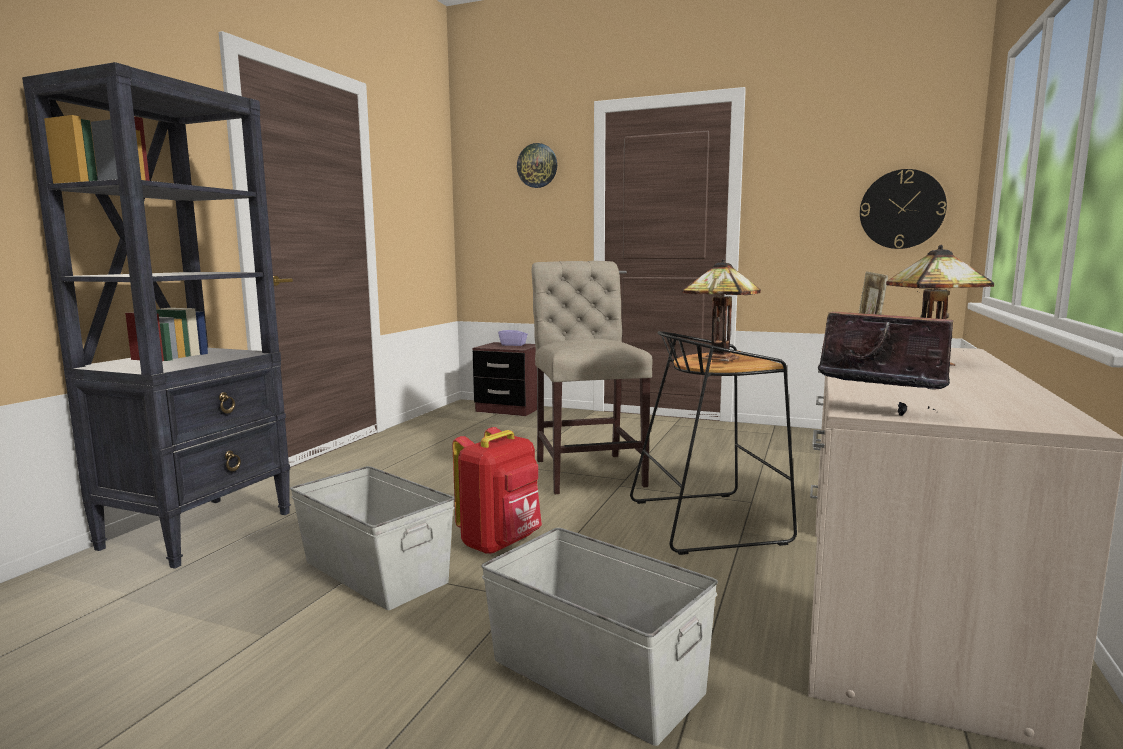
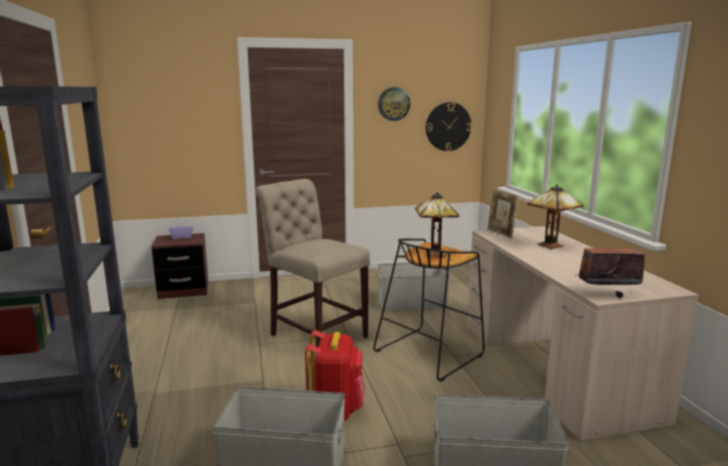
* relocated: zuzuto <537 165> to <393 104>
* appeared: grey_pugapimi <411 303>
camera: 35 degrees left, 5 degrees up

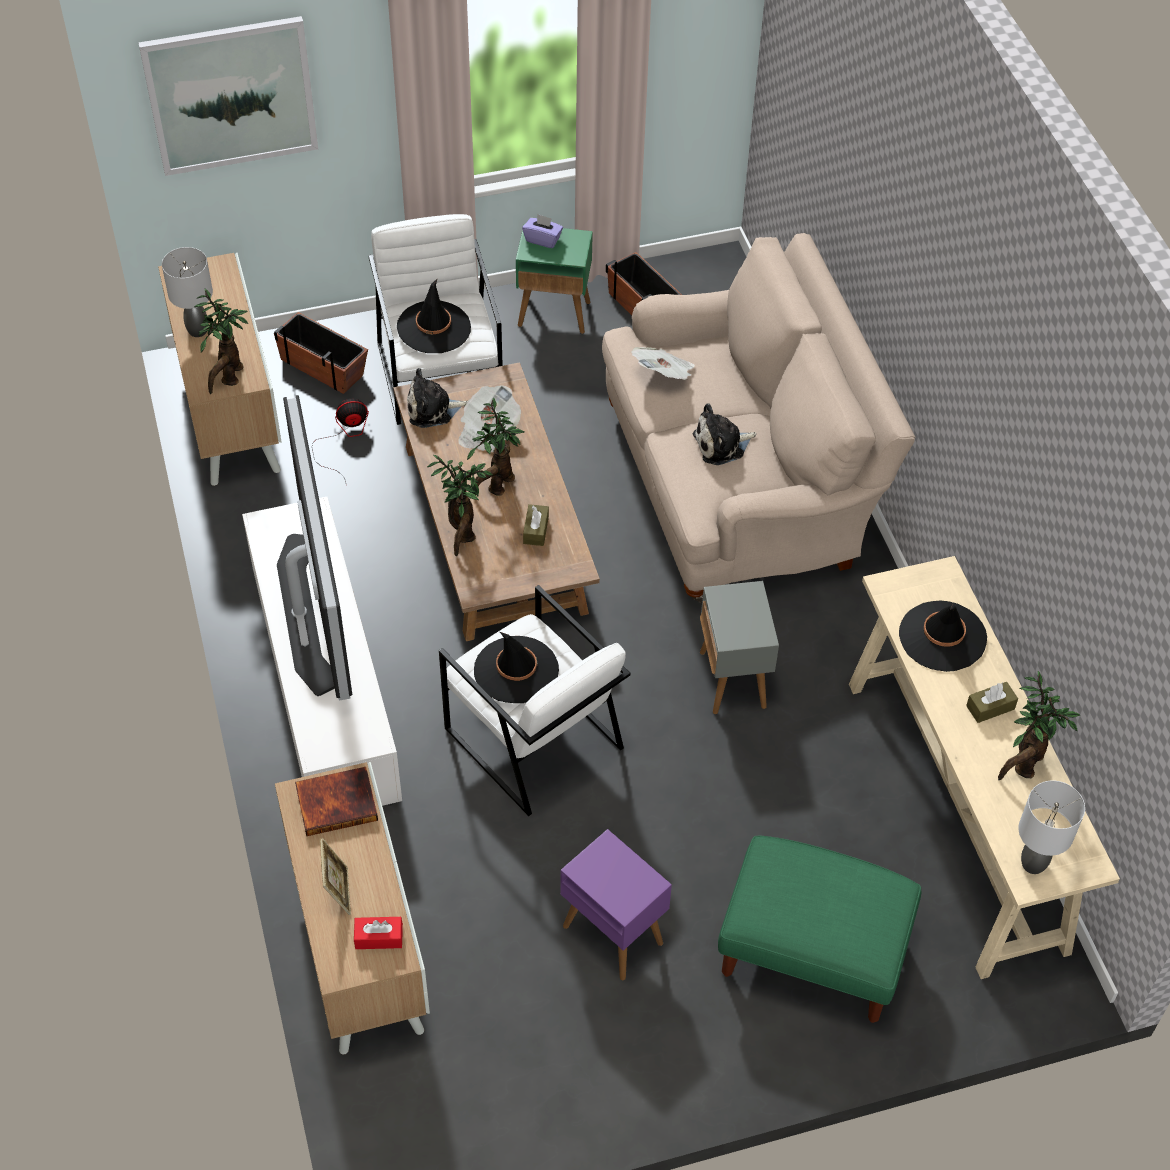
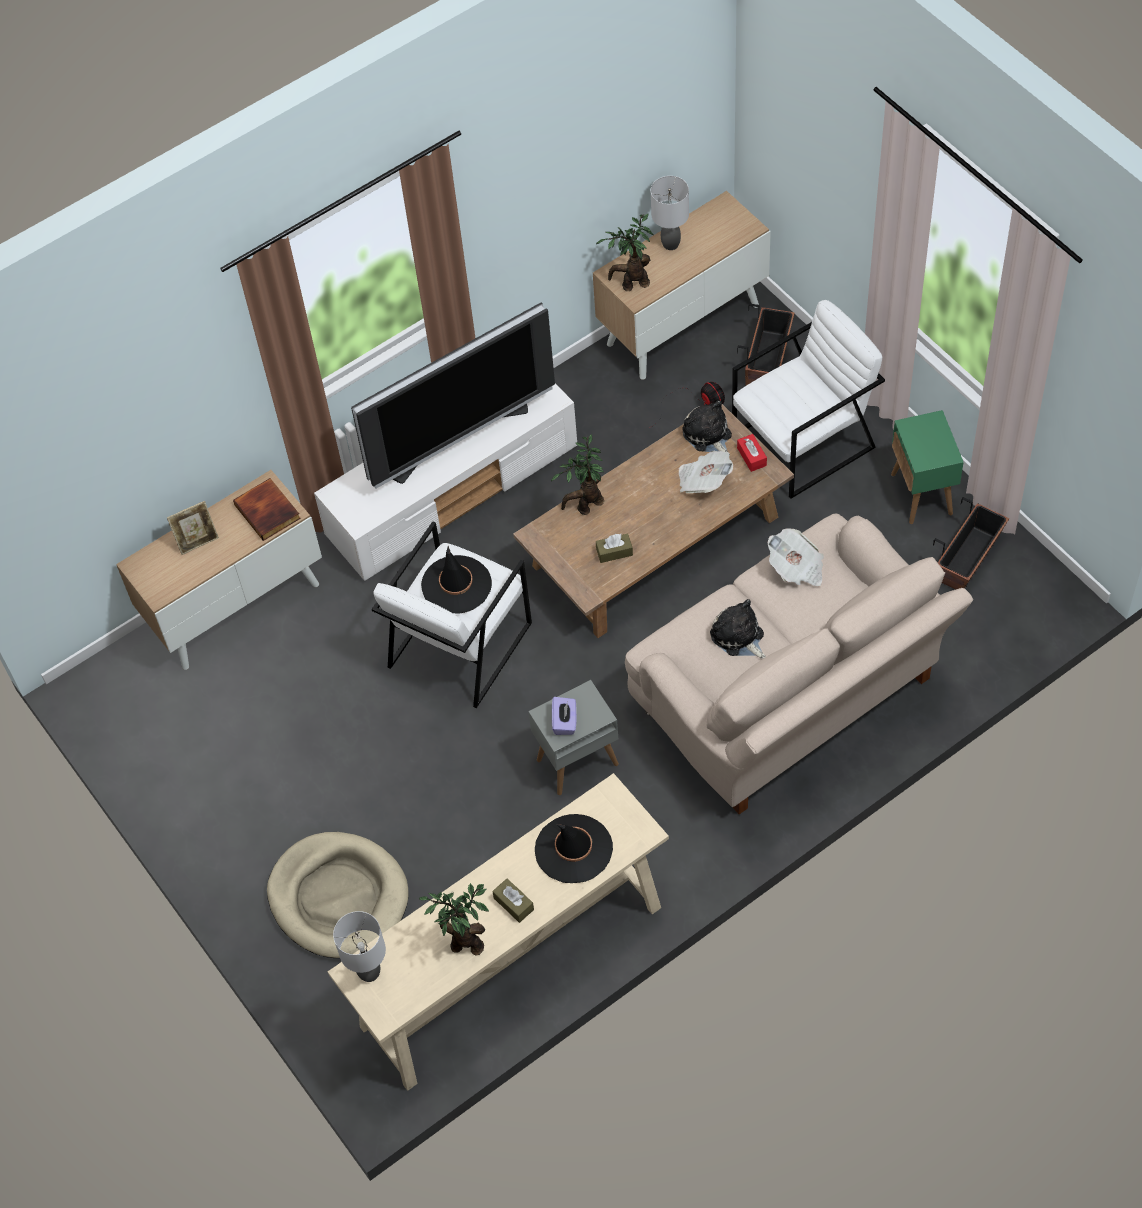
* missing: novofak <231 95>
* relocated: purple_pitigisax <543 239> to <565 722>
* missing: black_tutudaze <434 327>
* missing: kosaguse <497 486>
* missing: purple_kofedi <612 934>
* exchanged: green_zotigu <810 953> to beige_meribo <339 897>
* relocated: red_pitigisax <379 937> to <751 457>
camera: 75 degrees right, 5 degrees up

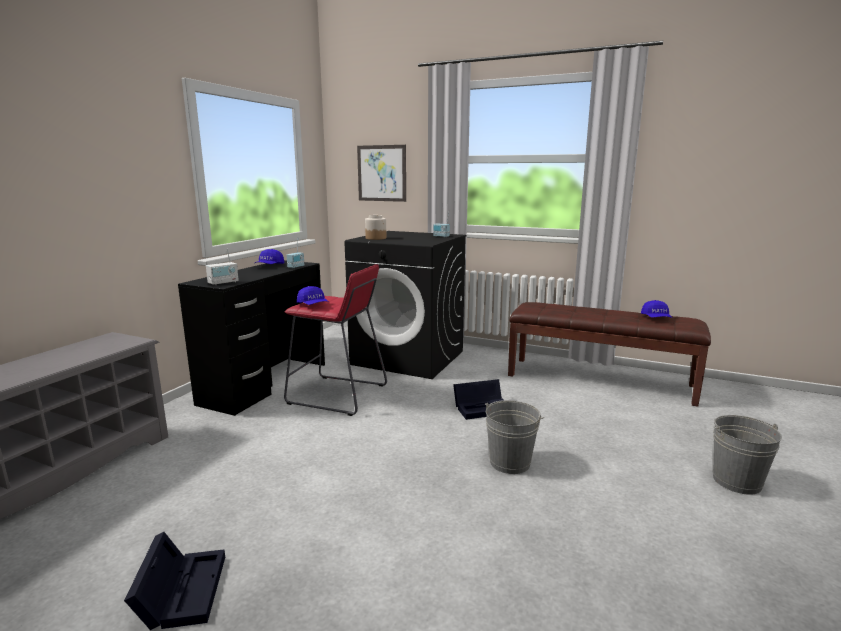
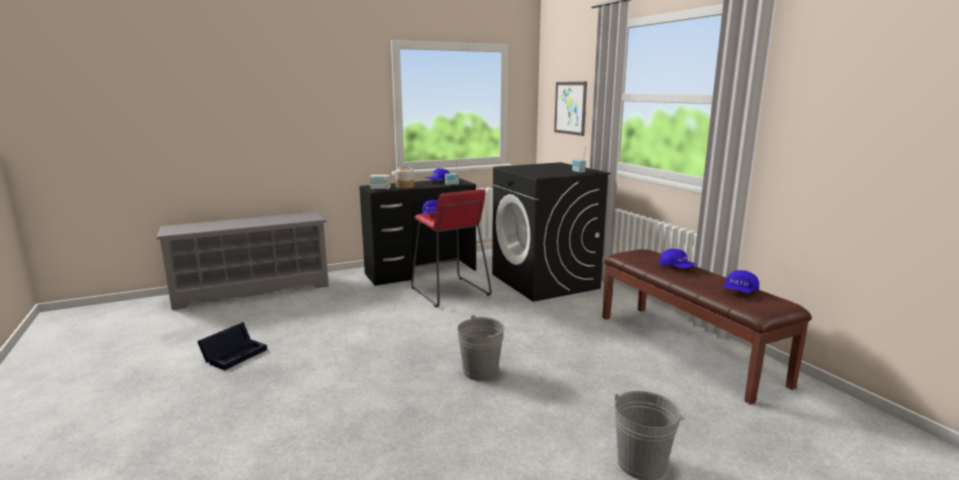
* relocated: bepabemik <376 238> to <405 187>
* missing: black_pugapimi <483 407>
* appeared: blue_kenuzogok <677 267>
camera: 40 degrees right, 0 degrees up

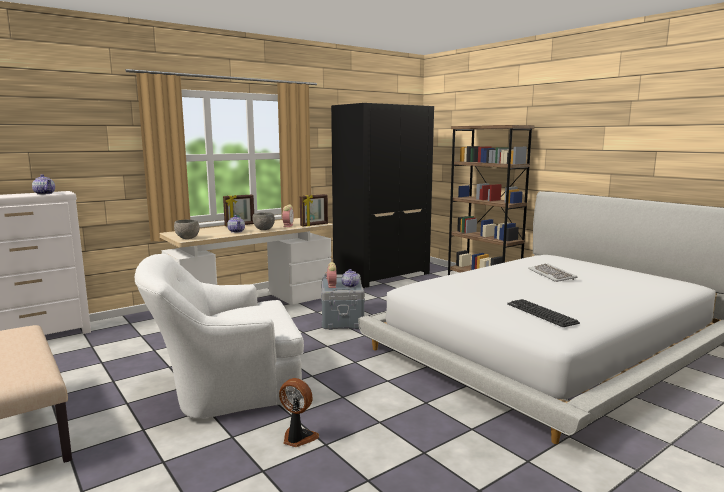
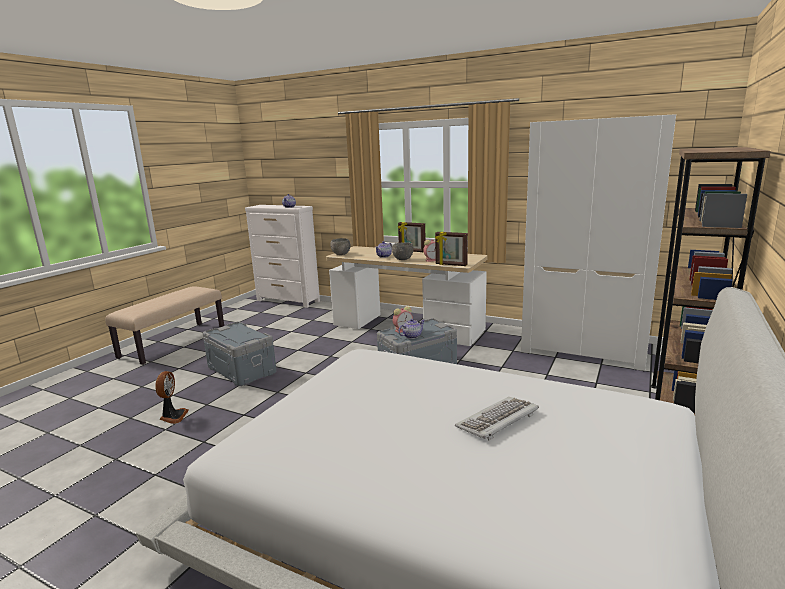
* colour: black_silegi <382 275> to white_silegi <585 348>
* exchanged: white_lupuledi <224 387> to grey_pugapimi <242 370>
* missing: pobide <541 313>
camera: 65 degrees right, 5 degrees up

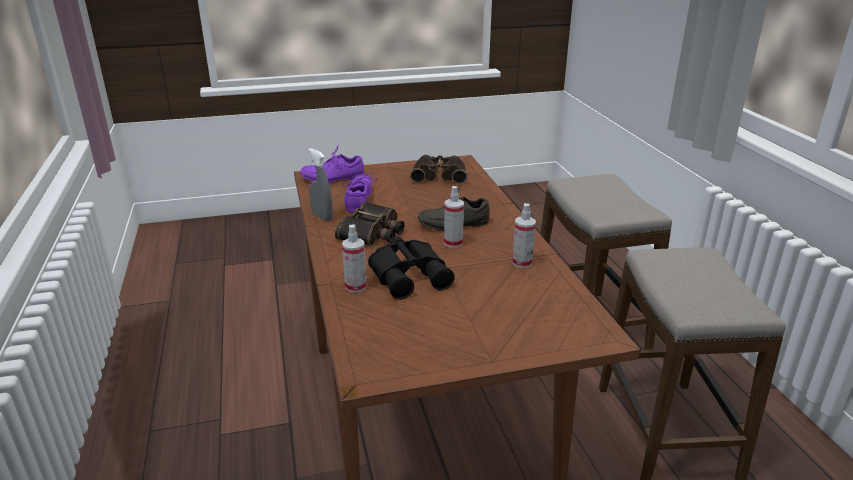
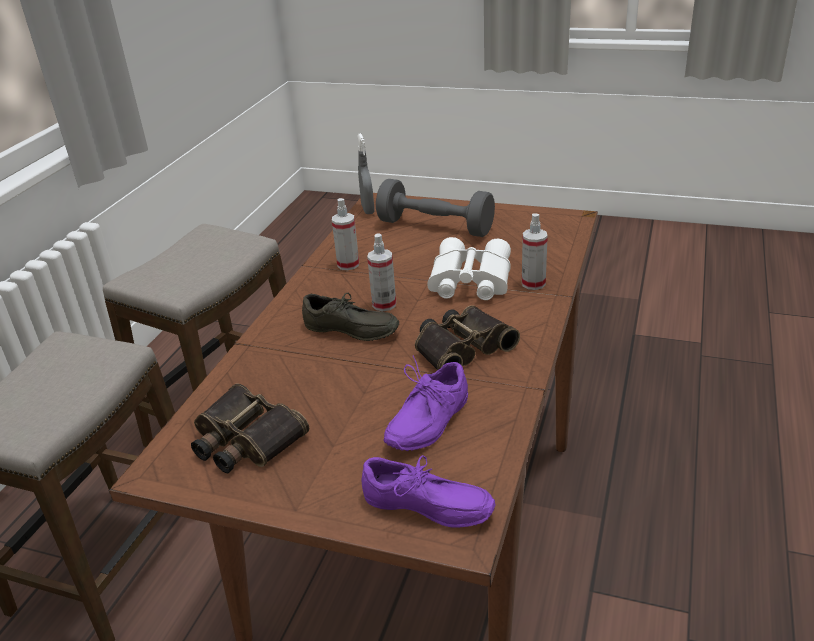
* relocated: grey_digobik <322 216> to <368 209>
* colour: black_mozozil <410 275> to white_mozozil <468 281>
* appeared: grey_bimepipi <435 227>
camera: 145 degrees left, 5 degrees up

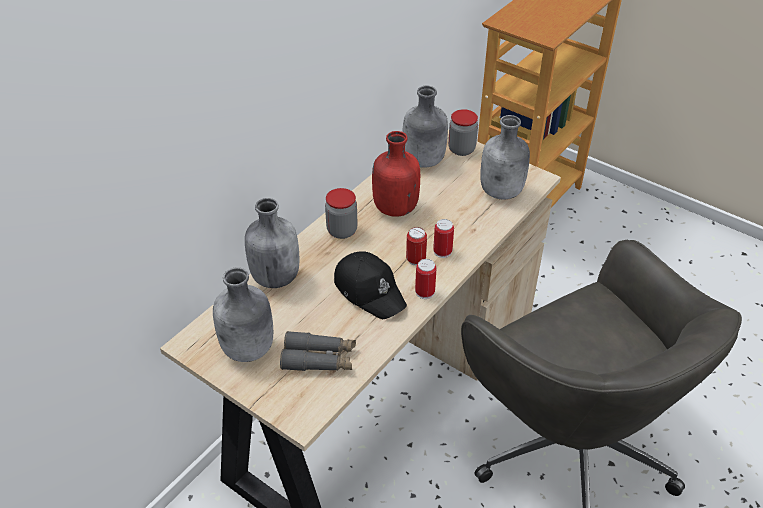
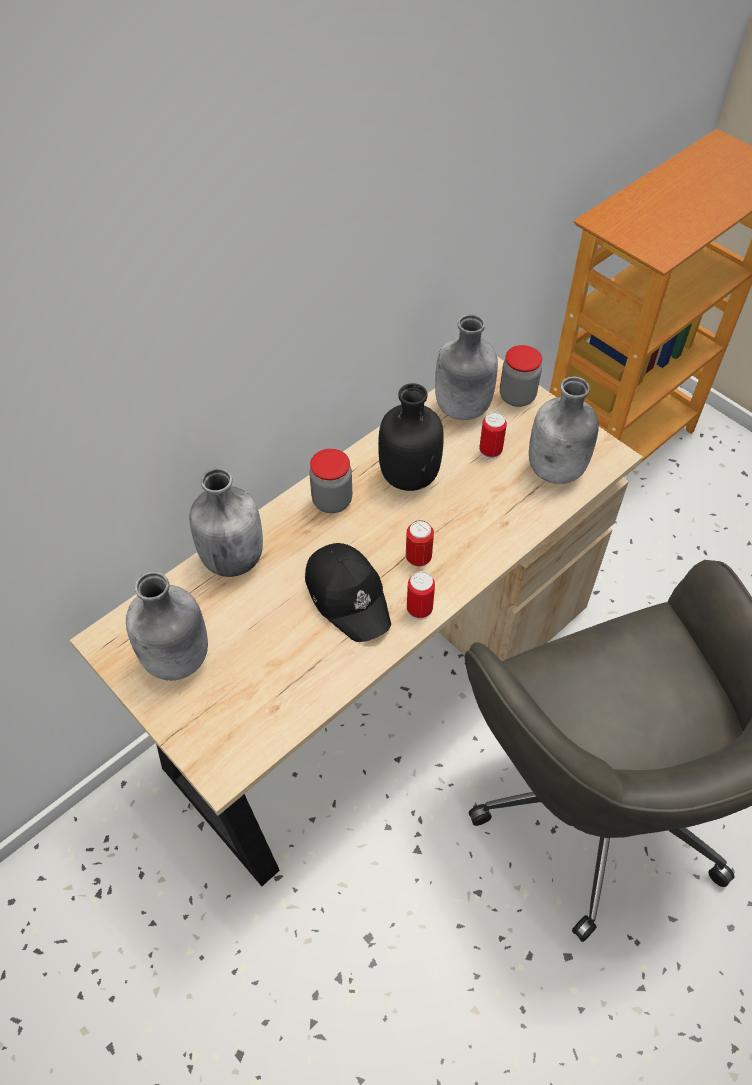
* colour: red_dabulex <394 208> to black_dabulex <408 475>
* relocated: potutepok <442 251> to <490 450>
* missing: grey_mozozil <319 359>
camera: 10 degrees right, 10 degrees up

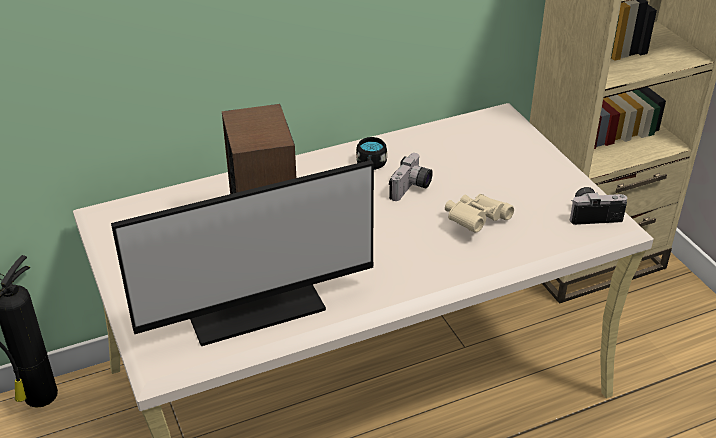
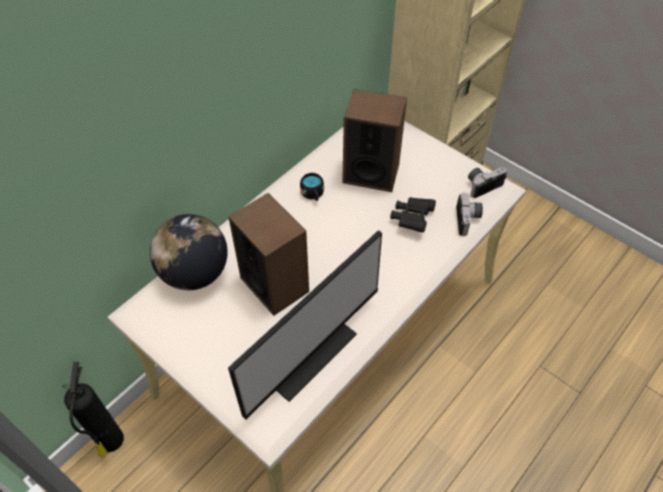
* relocated: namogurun <412 189> to <468 220>
* colour: beige_mozozil <475 221> to black_mozozil <412 219>
* appeared: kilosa <371 173>
* appeared: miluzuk <195 273>
camera: 25 degrees left, 15 degrees up

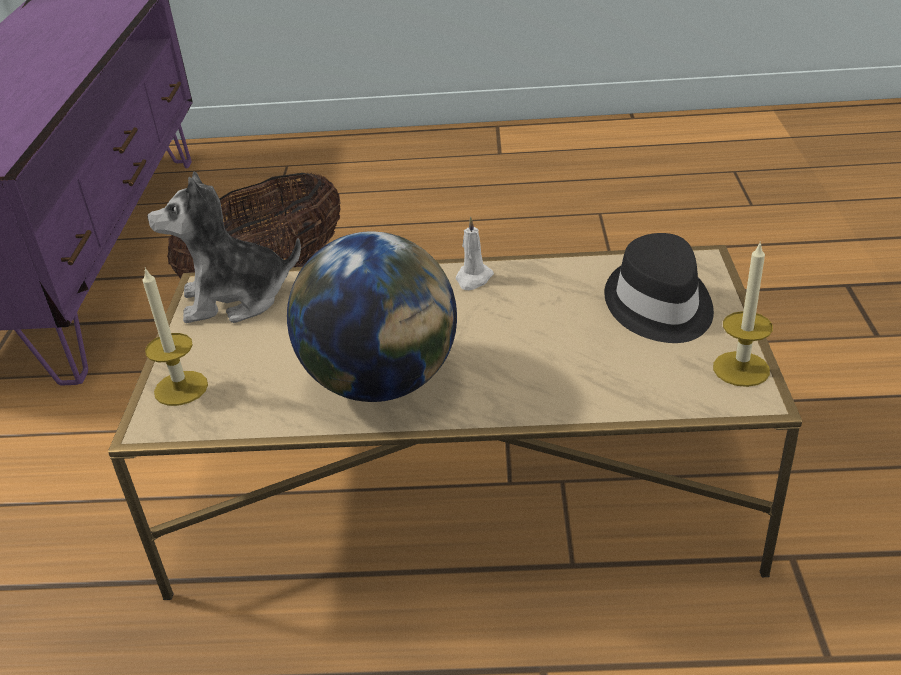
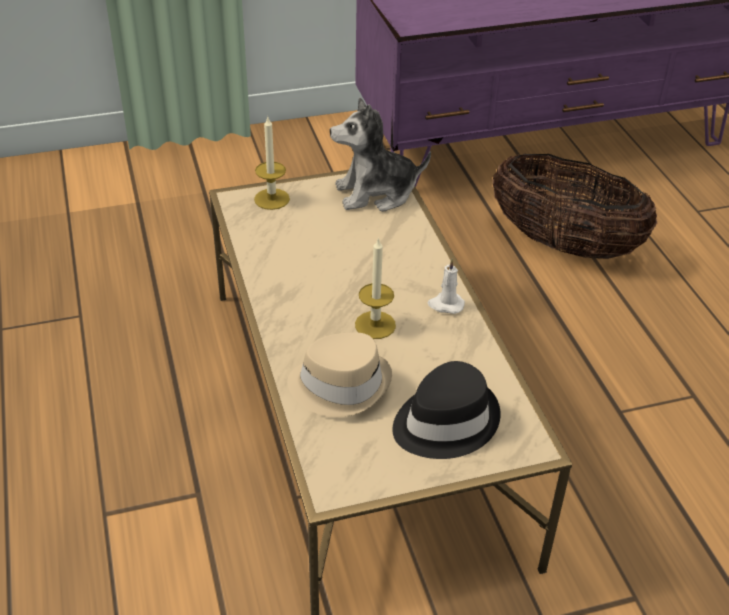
* spun: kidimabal <235 299> = <376 193> 75 degrees counterclockwise
* missing: miluzuk <381 383>
* relocated: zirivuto <741 369> to <375 325>
* appeared: beige_tutudaze <340 385>
camera: 70 degrees right, 5 degrees up

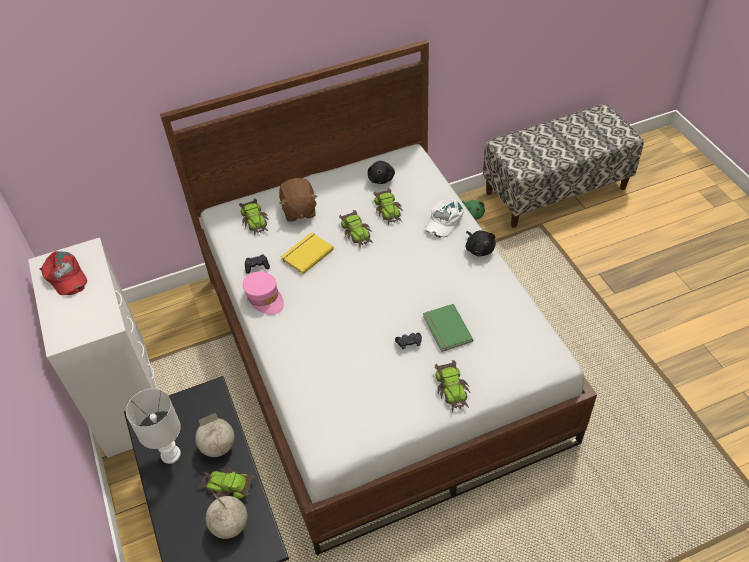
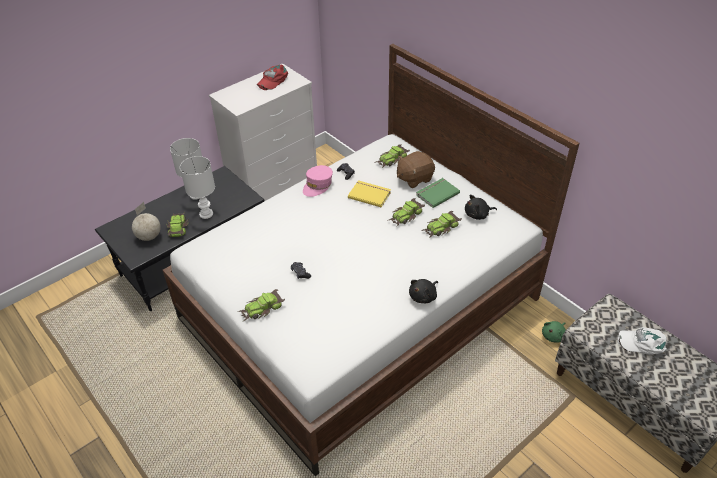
* relocated: white_kenuzogok <443 221> to <642 342>
* relocated: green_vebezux <446 329> to <436 193>
* exchanged: miluzuk <218 447> to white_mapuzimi <206 214>
camera: 70 degrees right, 5 degrees down

